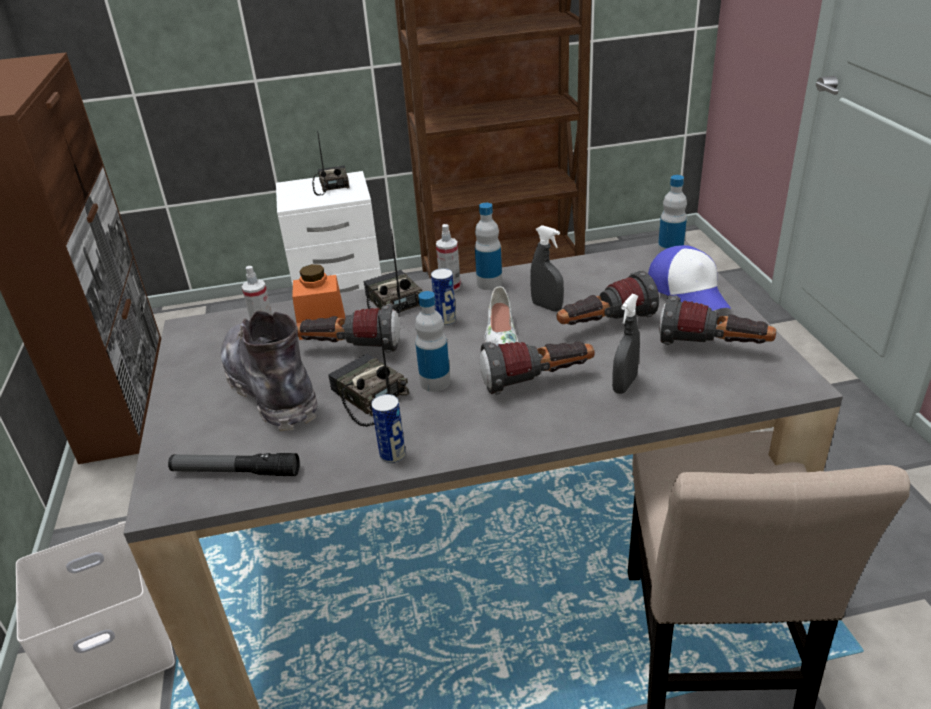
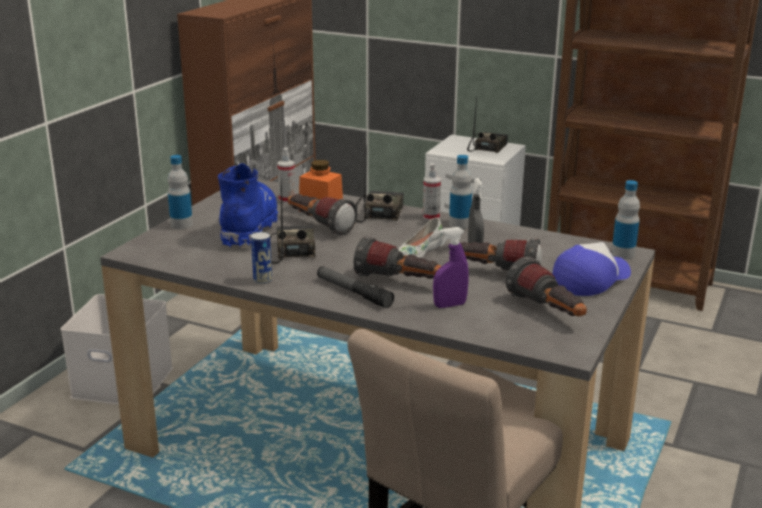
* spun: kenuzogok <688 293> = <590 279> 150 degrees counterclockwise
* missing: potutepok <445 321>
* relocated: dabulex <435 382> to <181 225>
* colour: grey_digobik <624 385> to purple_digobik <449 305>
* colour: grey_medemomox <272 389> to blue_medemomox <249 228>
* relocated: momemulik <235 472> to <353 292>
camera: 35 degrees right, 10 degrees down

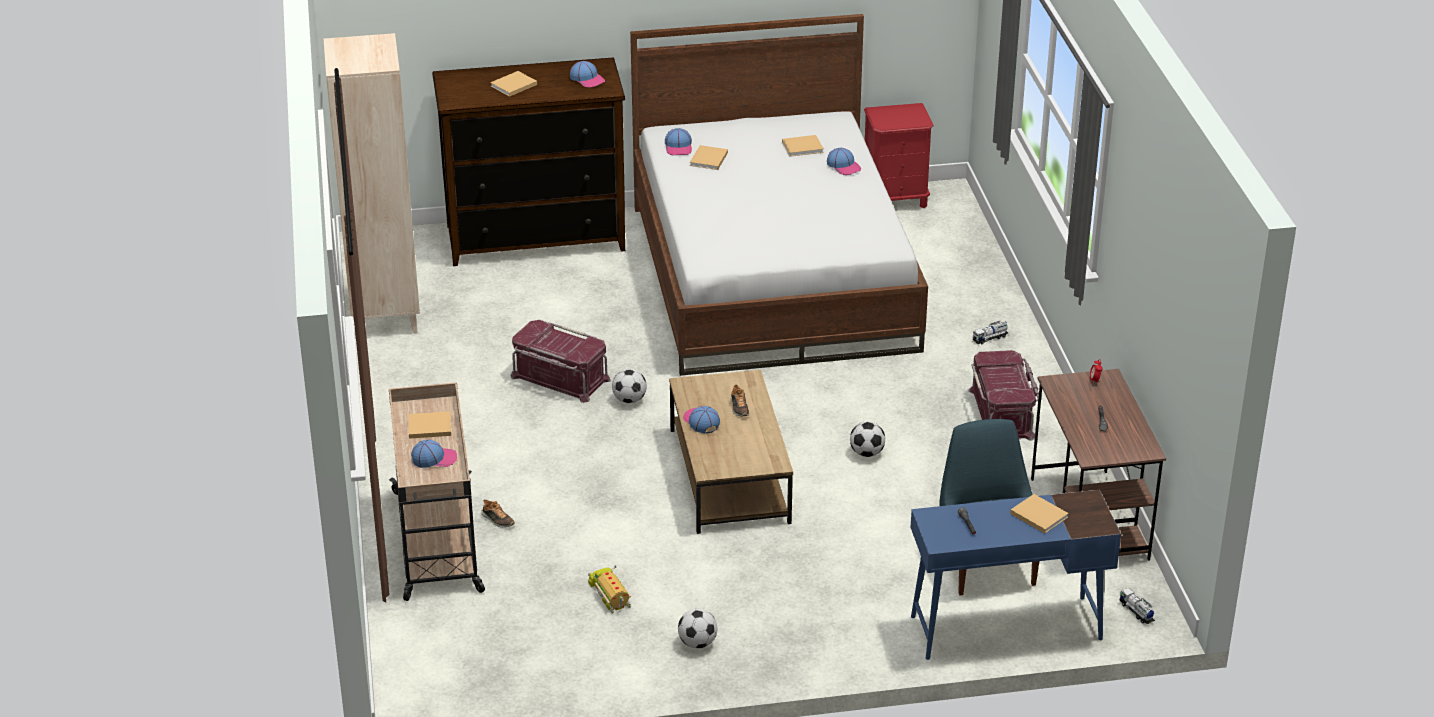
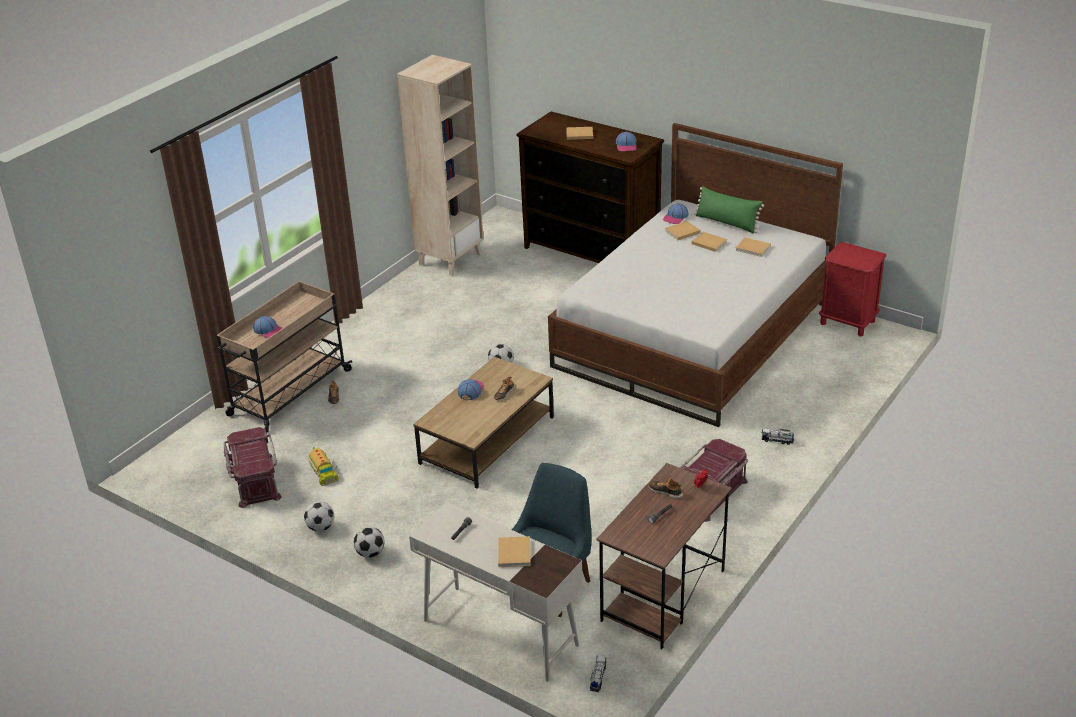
* missing: kenuzogok <844 166>
* relocated: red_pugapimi <559 378> to <254 480>
* relocated: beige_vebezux <428 427> to <708 242>
* relocated: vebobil <867 453> to <370 553>
* colour: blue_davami <1005 627> to white_davami <499 632>
* spun: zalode <610 594> = <322 472> 135 degrees clockwise
* appeared: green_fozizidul <727 223>
* appeared: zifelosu <665 491>
camera: 45 degrees right, 0 degrees up

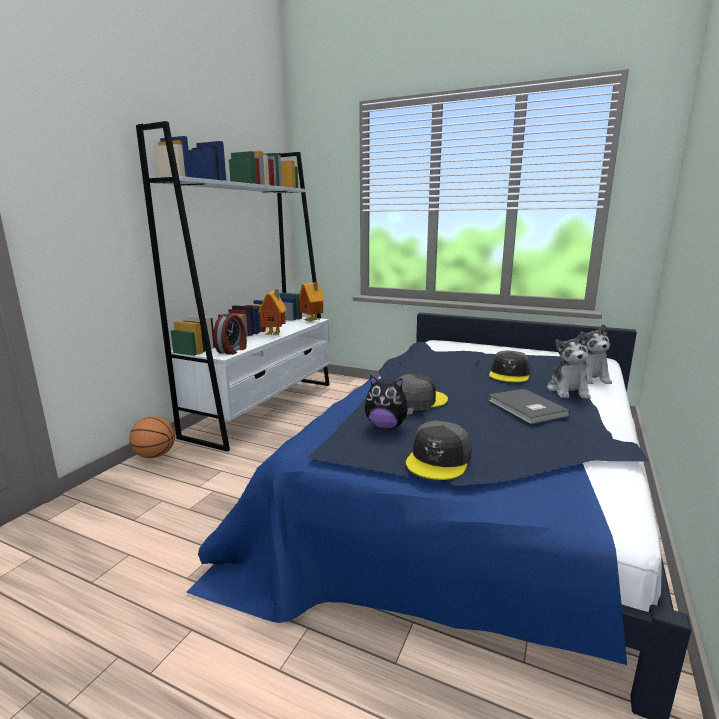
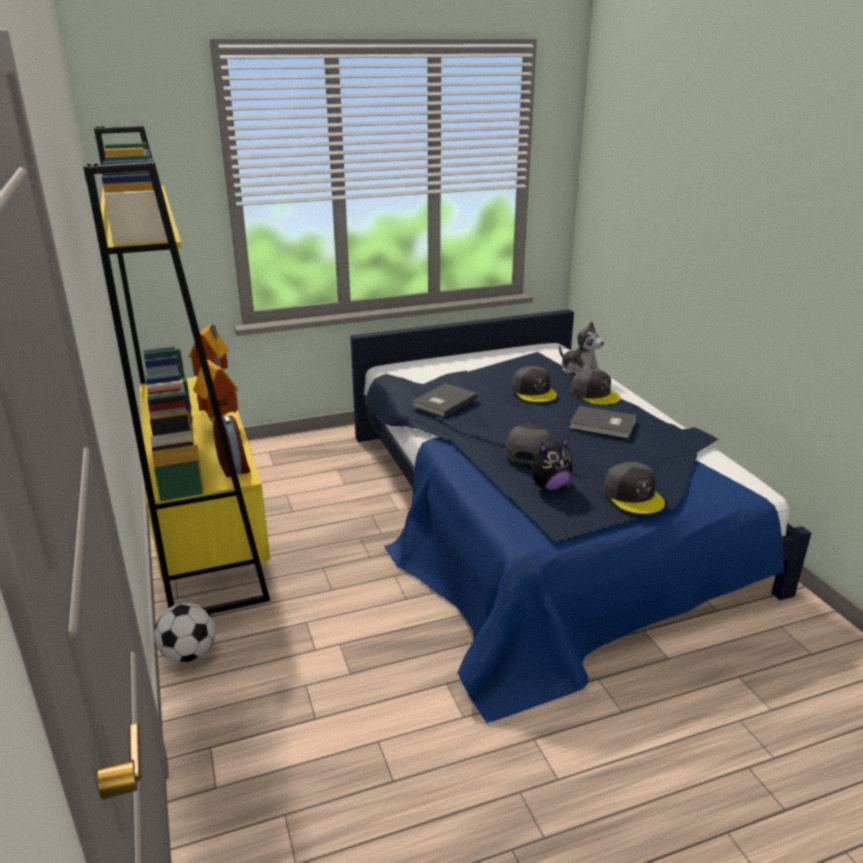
* colour: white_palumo <264 408> to yellow_palumo <207 530>
* exchanged: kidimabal <568 391> to grey_kenuzogok <595 394>
* exchanged: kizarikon <155 456> to vebobil <189 654>
* appeared: grey_vebezux <443 402>
camera: 45 degrees left, 10 degrees up

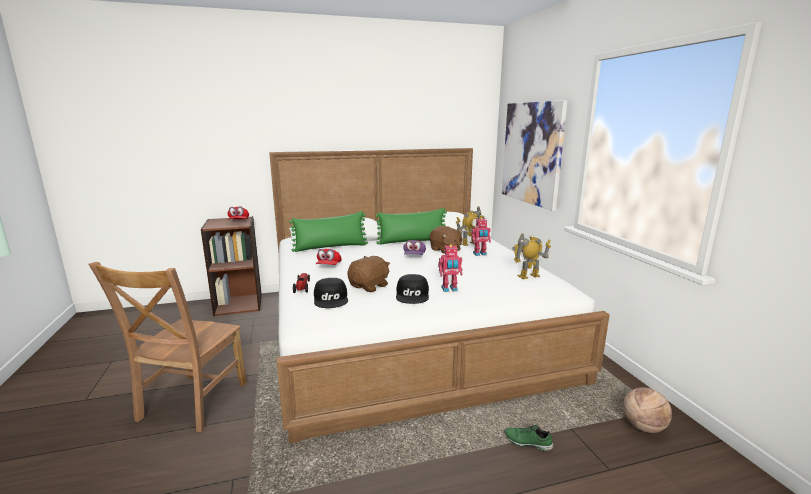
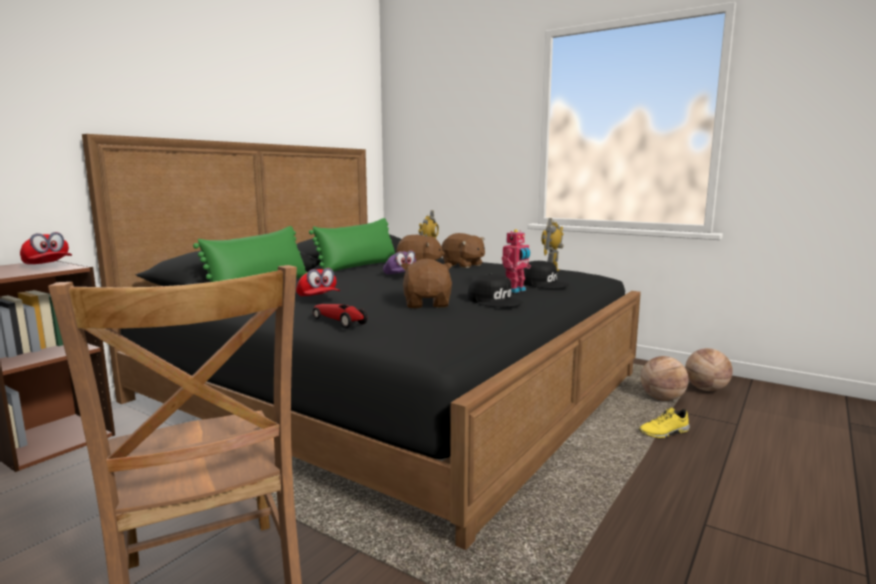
* missing: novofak <531 153>
* colour: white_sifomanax <407 328> to black_sifomanax <391 386>
* exchanged: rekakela <480 254> to brown_kidimabal <463 265>
* relocated: black_kenuzogok <331 299> to <543 283>
* colour: green_zifelosu <527 443> to yellow_zifelosu <664 433>
* appeared: kizarikon <662 399>
camera: 40 degrees left, 5 degrees down

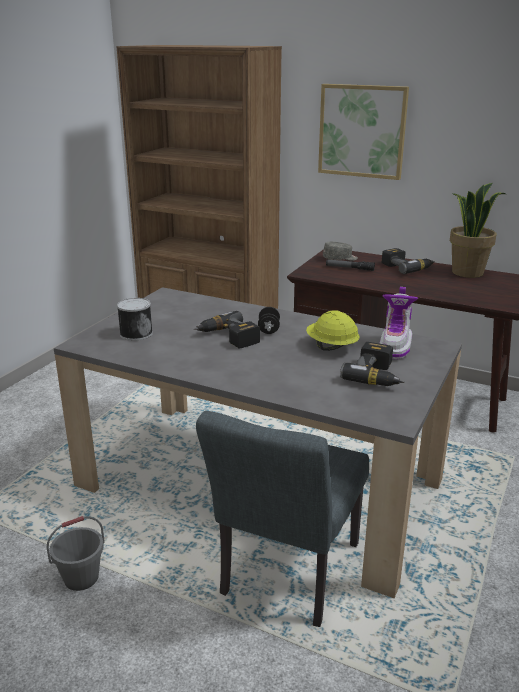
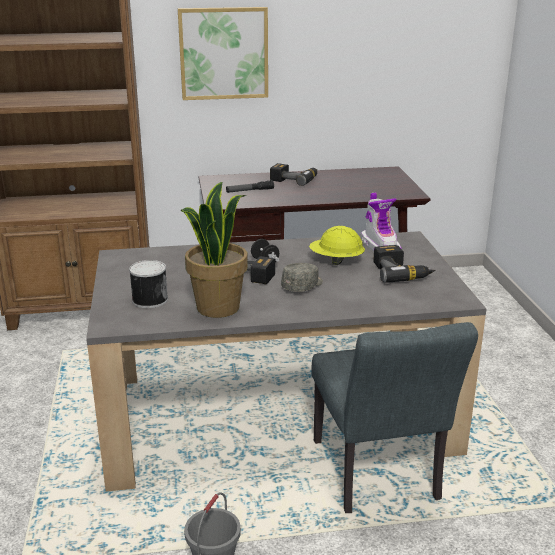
* relocated: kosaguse <467 272> to <217 307>
* relocated: grey_kenuzogok <340 259> to <303 286>
camera: 35 degrees left, 0 degrees up

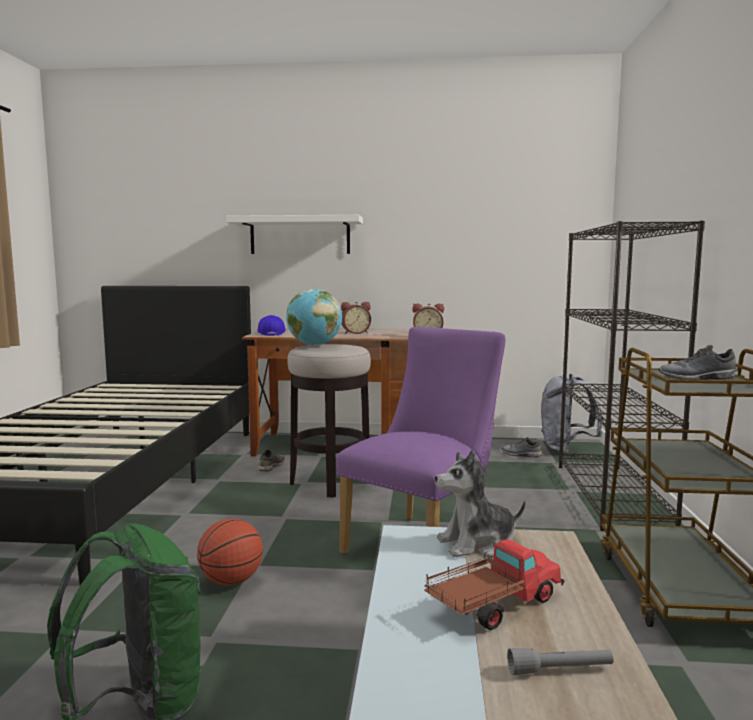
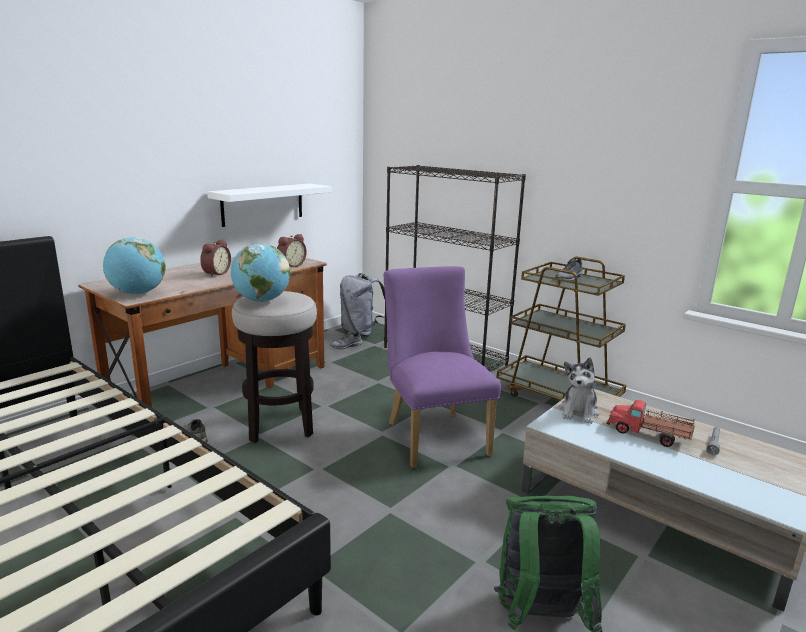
* relocated: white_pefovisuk <300 236> to <263 204>
* exchanged: blue_kenuzogok <271 334> to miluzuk <138 293>
* missing: kizarikon <231 581>
* spun: zalode <493 604> = <649 435> 60 degrees counterclockwise
camera: 55 degrees left, 10 degrees up

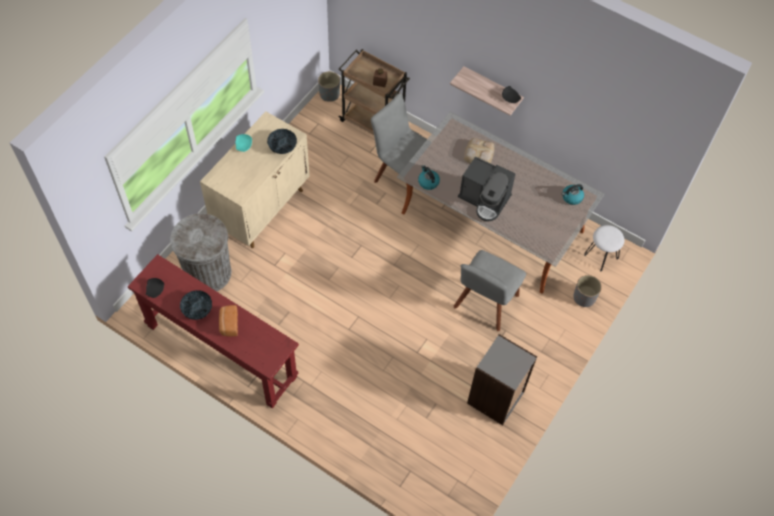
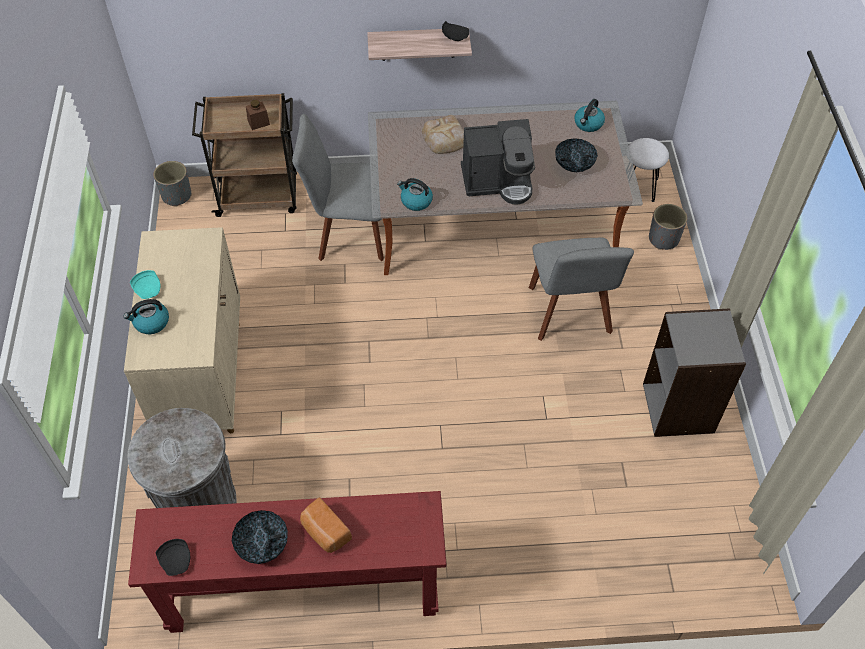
* relocated: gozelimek <282 146> to <574 164>
* appeared: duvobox <151 322>
camera: 35 degrees left, 5 degrees down

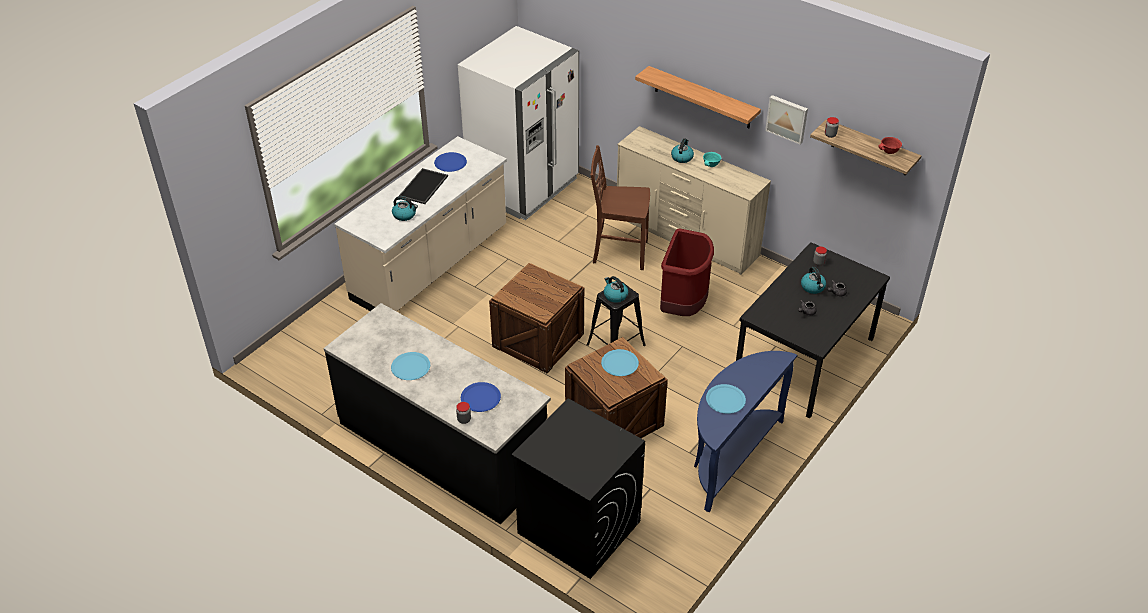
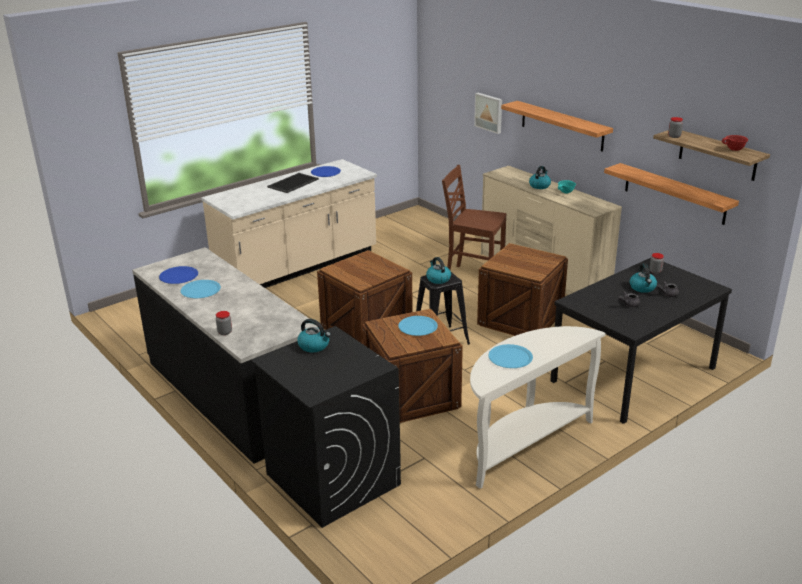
* missing: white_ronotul <523 187>
* relocated: novofak <787 118> to <489 112>
* relocated: duvobox <405 215> to <314 346>
* exchanged: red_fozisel <683 306> to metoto <520 320>
* colour: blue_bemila <730 456> to white_bemila <523 443>
* relocated: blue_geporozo <480 398> to <178 276>
* appeared: pefovisuk <674 194>
camera: 15 degrees right, 15 degrees down

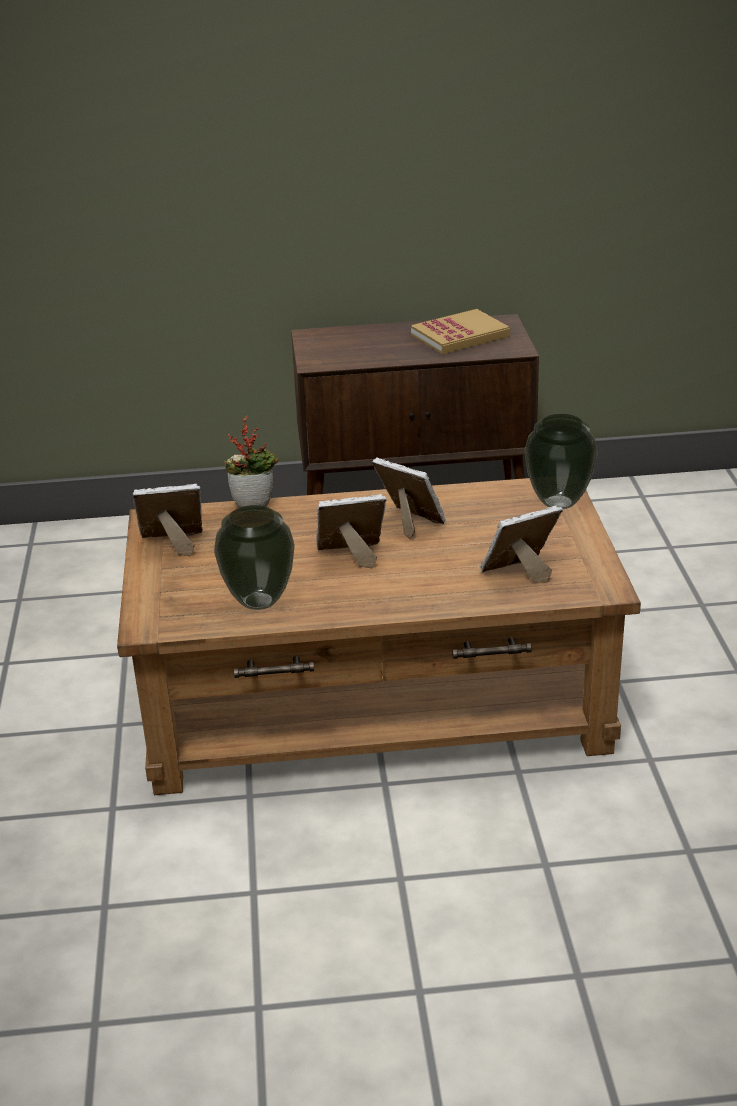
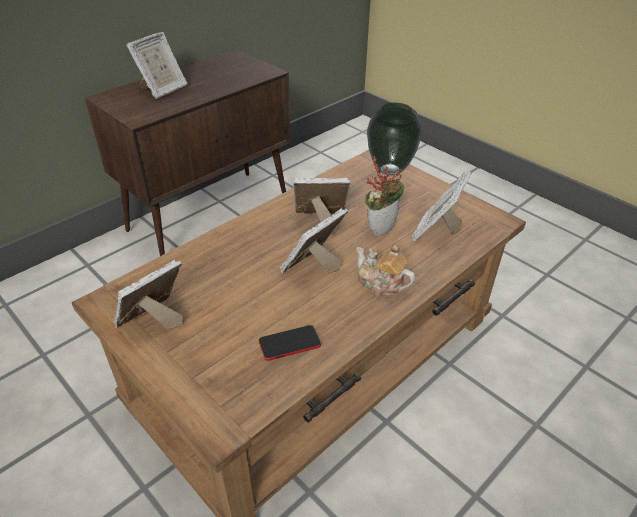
* missing: vebezux <460 336>
* relocated: kosaguse <255 505> to <380 228>
* exchanged: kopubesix <258 601> to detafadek <289 343>
* appeared: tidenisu <162 90>
* appeared: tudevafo <381 284>
camera: 40 degrees left, 10 degrees up

